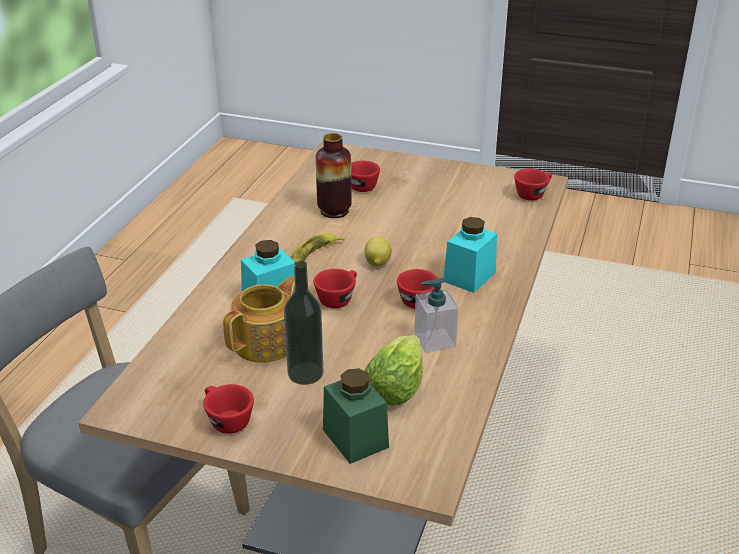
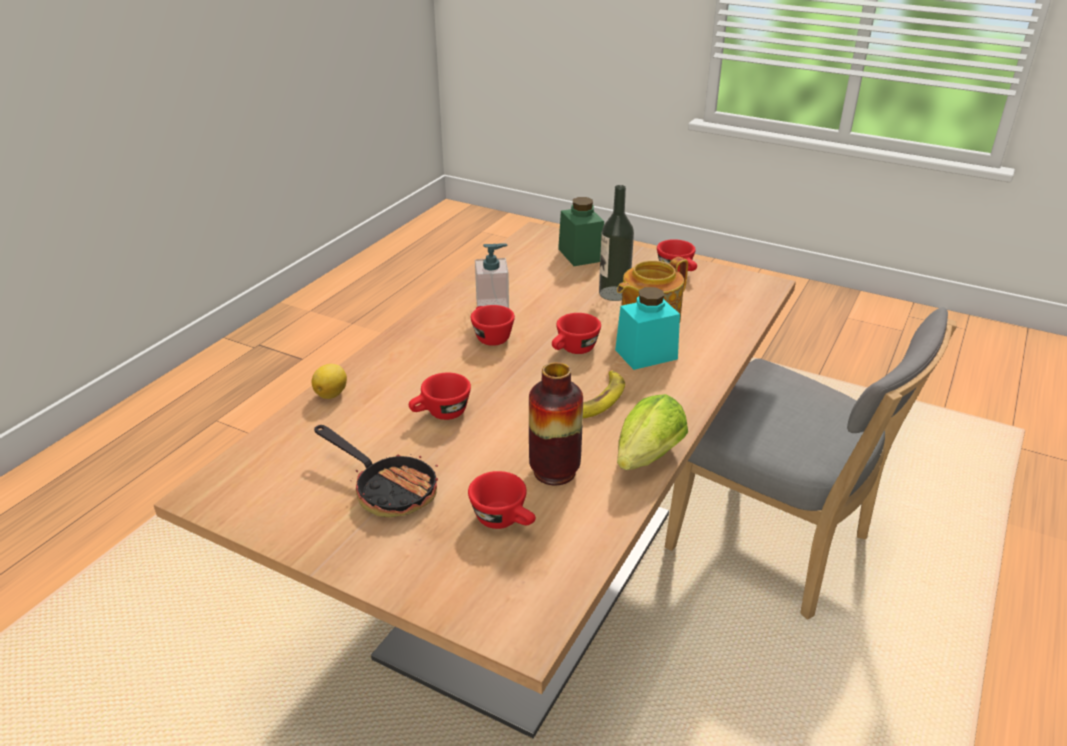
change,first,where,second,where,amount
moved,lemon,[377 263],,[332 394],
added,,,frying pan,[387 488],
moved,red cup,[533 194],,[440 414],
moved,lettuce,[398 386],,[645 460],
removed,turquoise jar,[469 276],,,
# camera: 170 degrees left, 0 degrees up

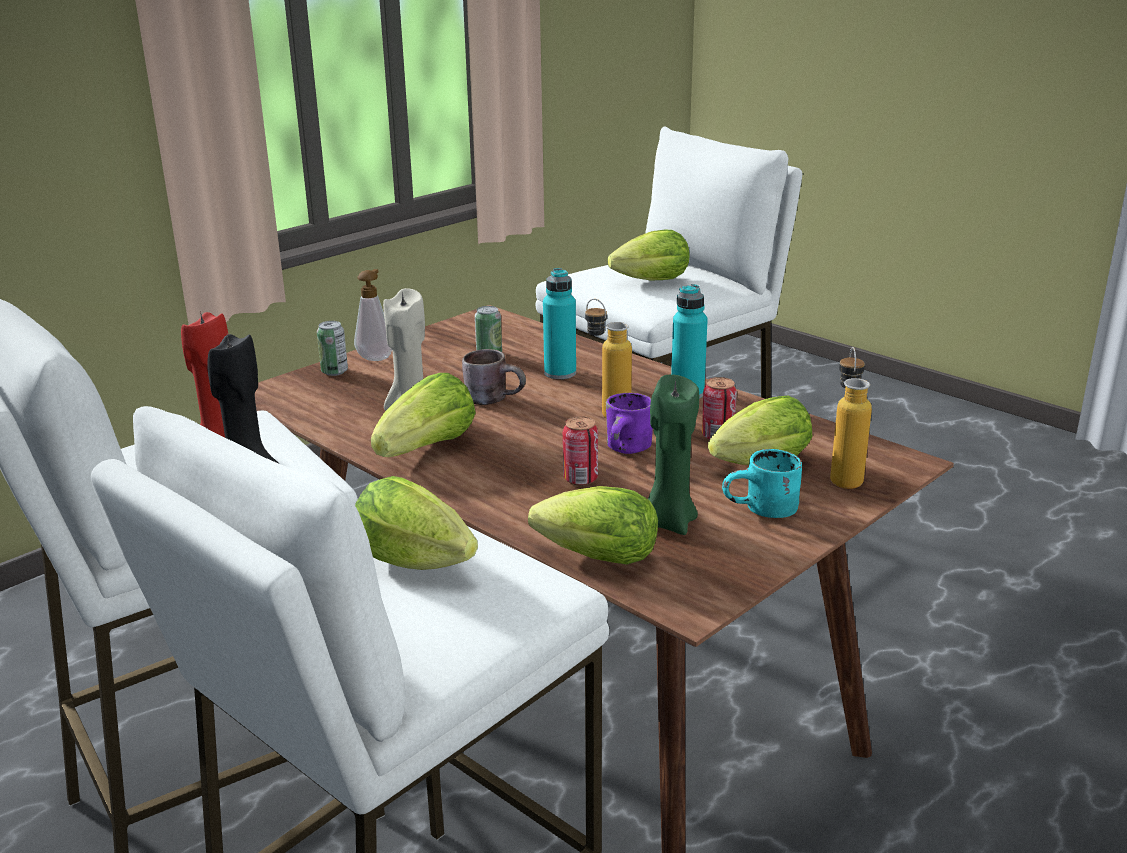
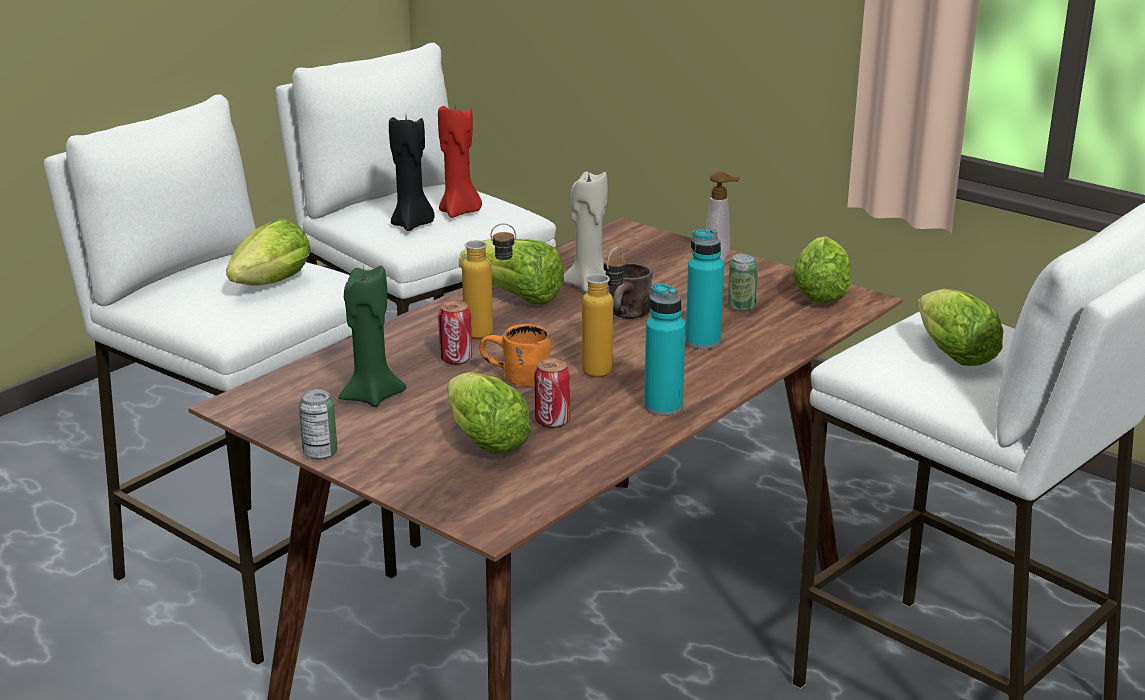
change,first,where,second,where,amount
moved,can,[334 371],,[320 453],
moved,bottle,[844 475],,[491 333],
recoloured,purple mug,[630 450],orange mug,[516 379],
moved,lettuce,[591 557],,[820 293],
removed,turquoise mug,[763 512],,,
# camera: 85 degrees right, 0 degrees up

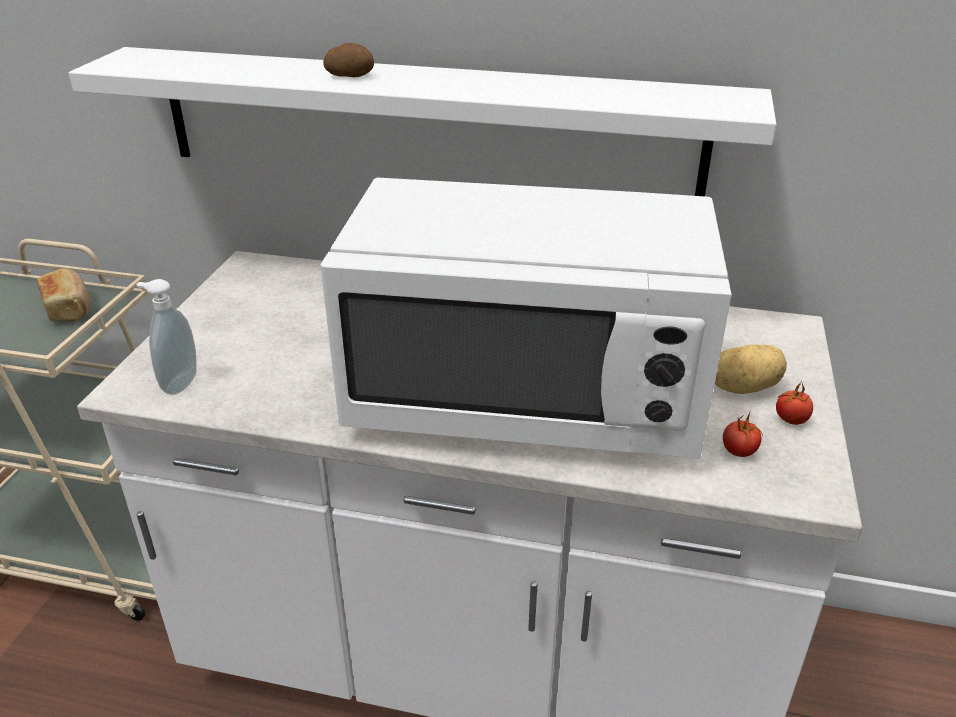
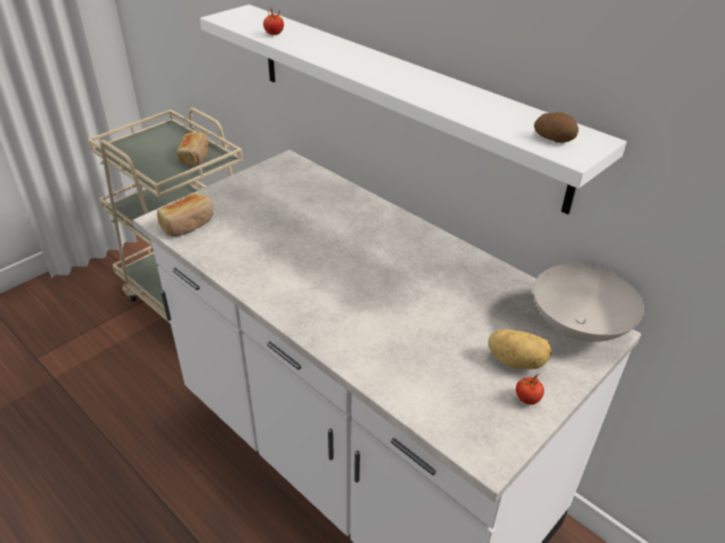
change,first,where,second,where,amount
replaced,soap dispenser,[178 383],bread,[188 224],
moved,tomato,[739 452],,[274 34],
added,,,white bowl,[578 325],
moved,potato,[350 76],,[554 138],
removed,white microwave,[526 398],,,
# camera: 30 degrees right, 5 degrees up

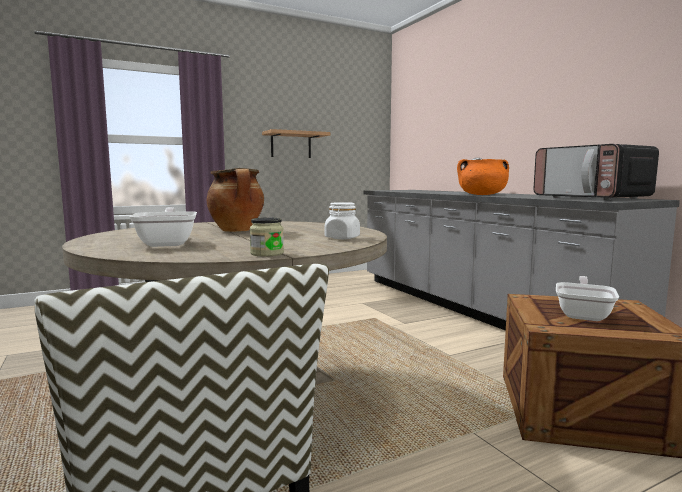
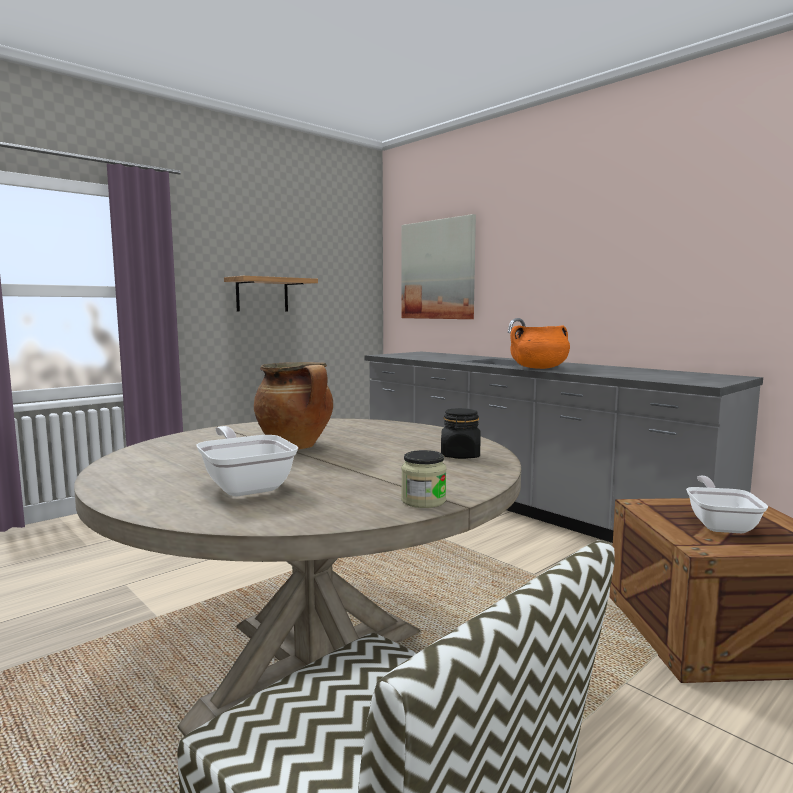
change,first,where,second,where,amount
added,,,picture,[438 270],
recoloured,white jar,[342 238],black jar,[460 455],
removed,microwave,[591 198],,,
# camera: 15 degrees left, 0 degrees up

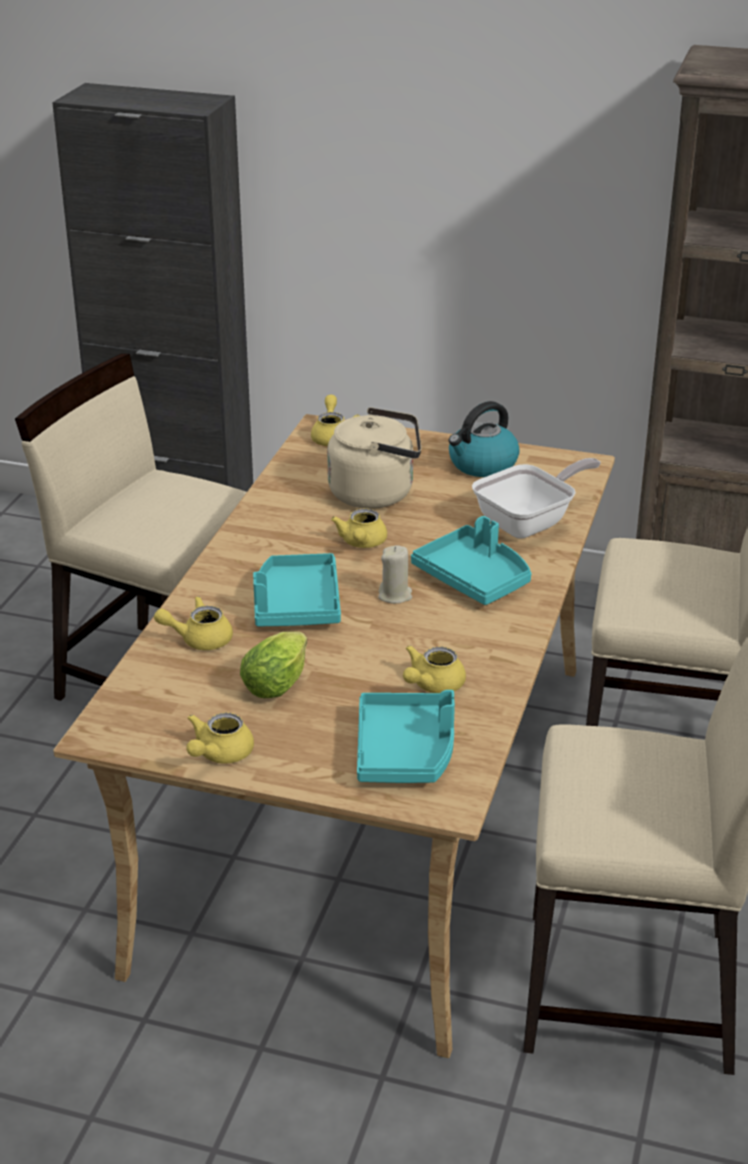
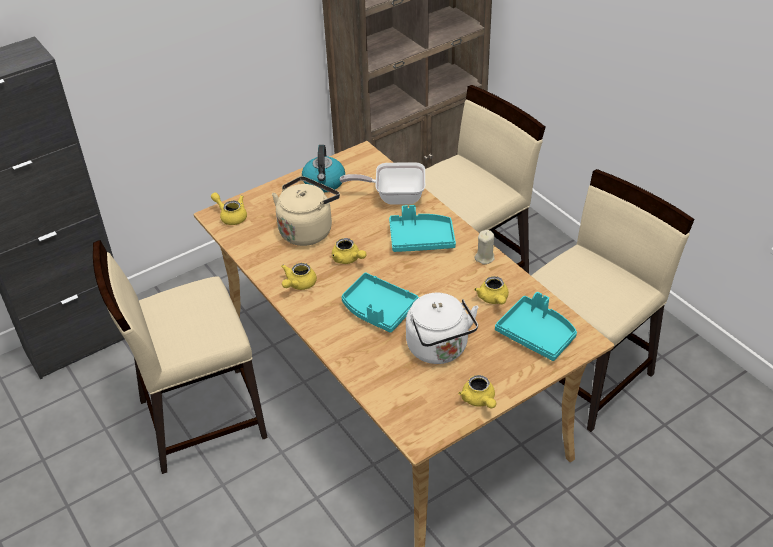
change,first,where,second,where,amount
moved,yellow teapot,[199 639],,[298 284],
turned,frying pan,[530 522],,[394 196],90 degrees counterclockwise
replaced,lettuce,[279 682],white kettle,[439 349],
moved,beige candle,[395 595],,[484 257],
# camera: 50 degrees left, 10 degrees up

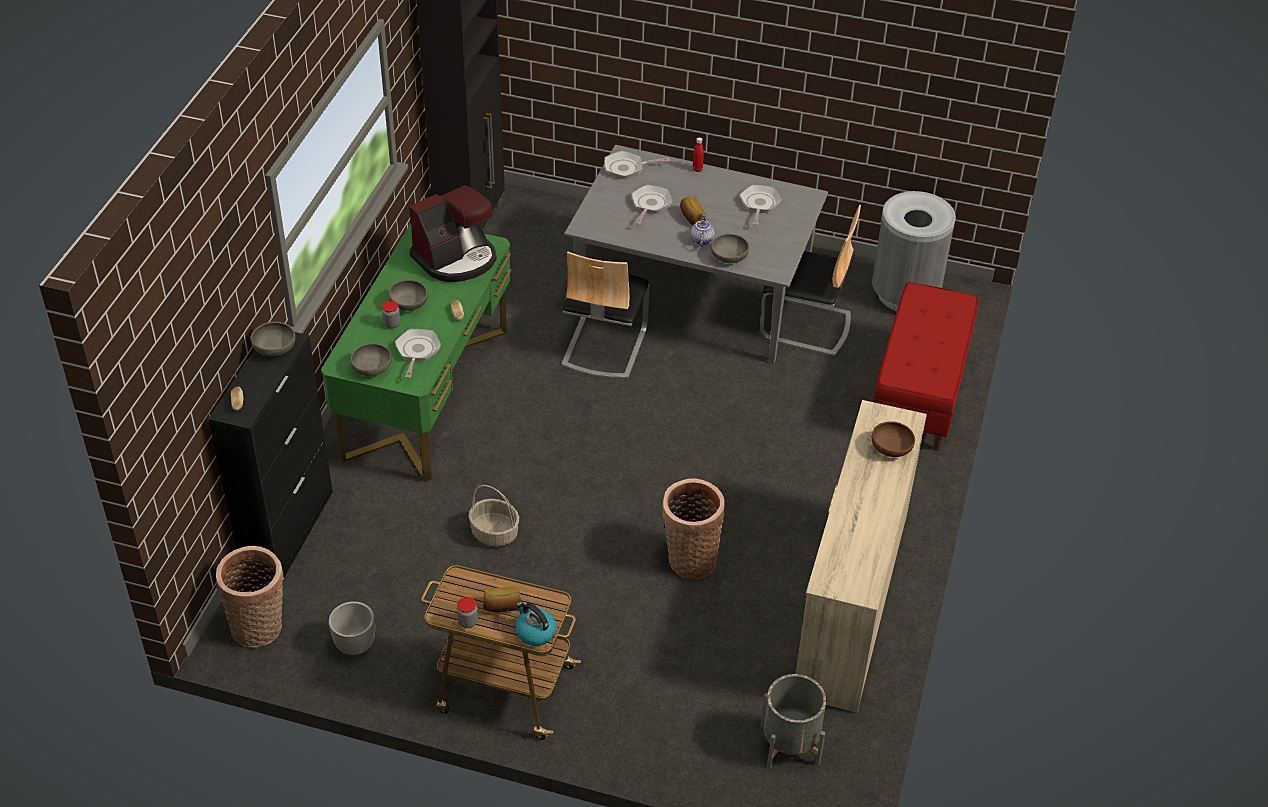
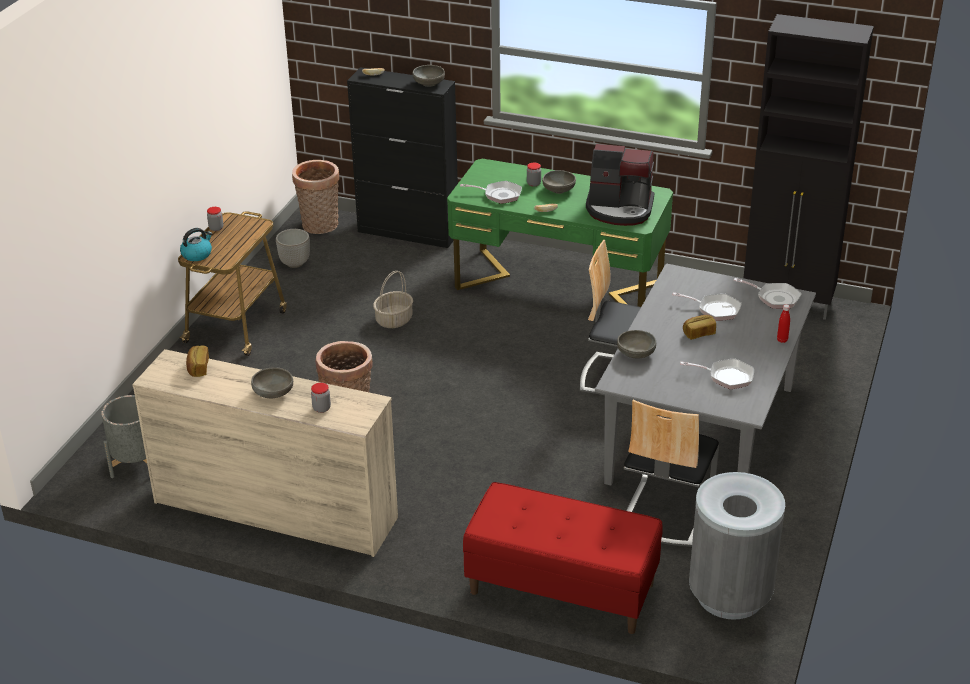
change,first,where,second,where,amount
moved,bread,[502 606],,[198 368],
moved,grey bowl,[372 368],,[273 393],
replaced,brown bowl,[891 448],jar,[321 408],
turned,coffee machine,[456 258],,[620 209],45 degrees counterclockwise
turned,frying pan,[627 168],,[775 298],120 degrees clockwise
removed,teapot,[701 240],,,
# camera: 95 degrees right, 10 degrees down

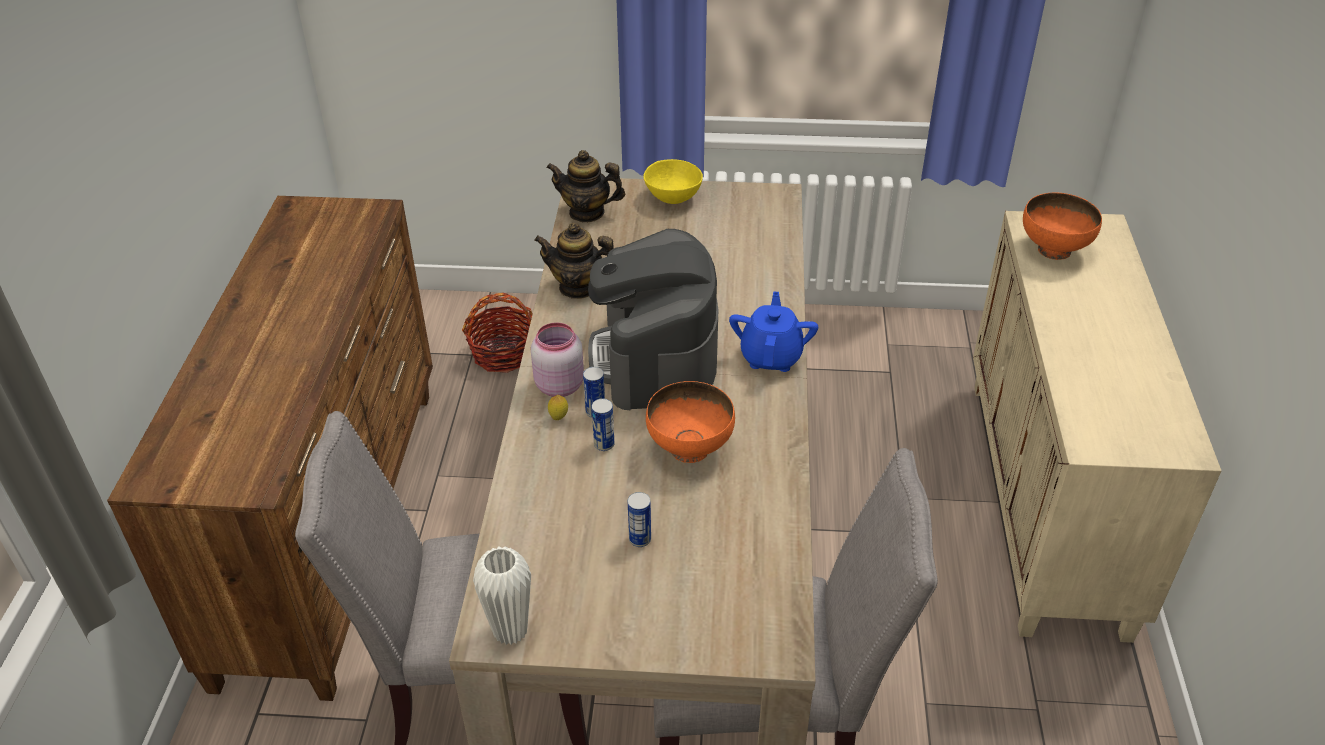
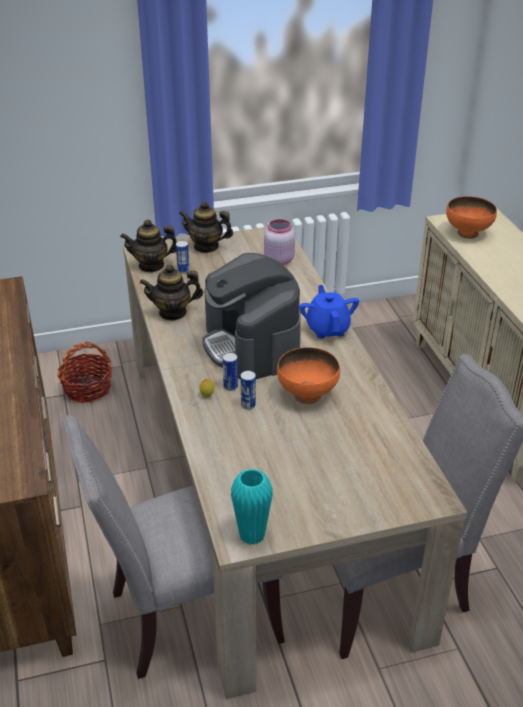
change,first,where,second,where,amount
moved,can,[640 539],,[183 271],
replaced,yellow bowl,[673 198],teapot,[206 246],
recoloured,white vase,[510 631],turquoise vase,[252 535],
moved,pink jar,[558 385],,[278 260],
# camera: 20 degrees left, 5 degrees down

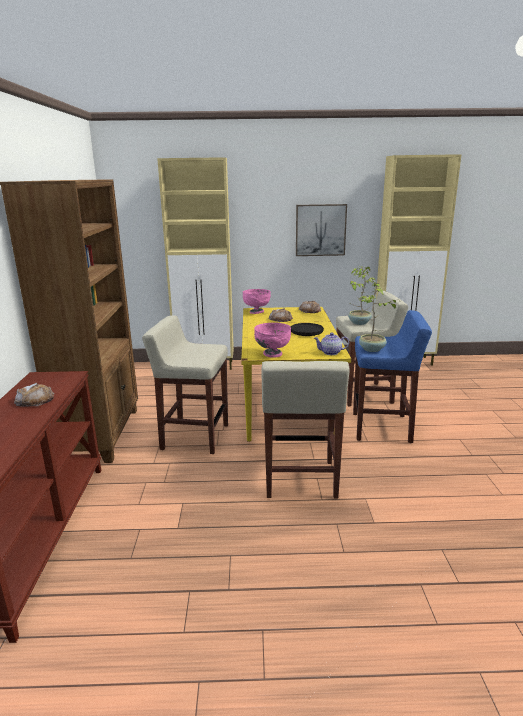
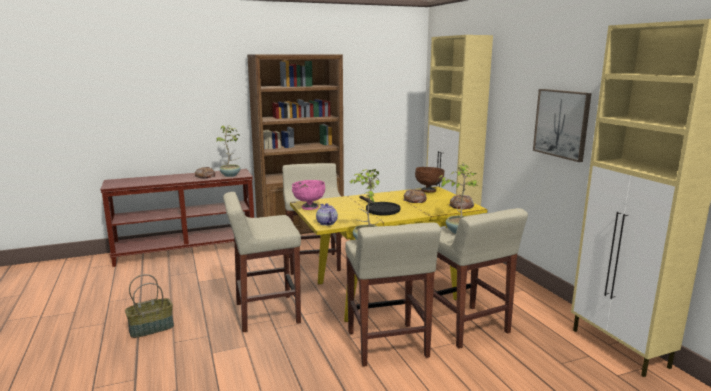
change,first,where,second,where,amount
added,,,basket,[152 328],
added,,,potted plant,[231 175],
recoloured,blue stool,[382 428],beige stool,[387 345],
recoloured,pink bowl,[256 312],brown bowl,[428 191],
# camera: 70 degrees right, 5 degrees down

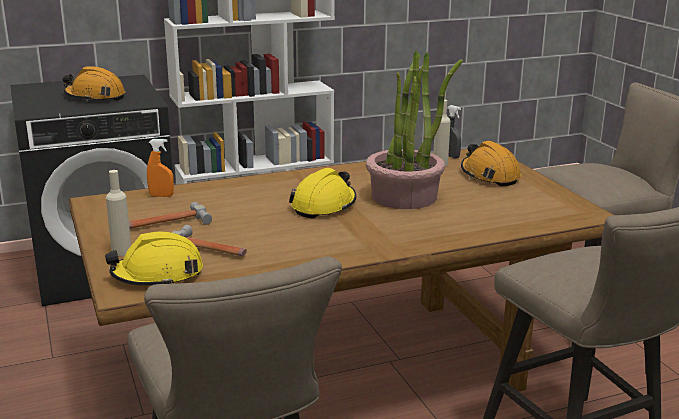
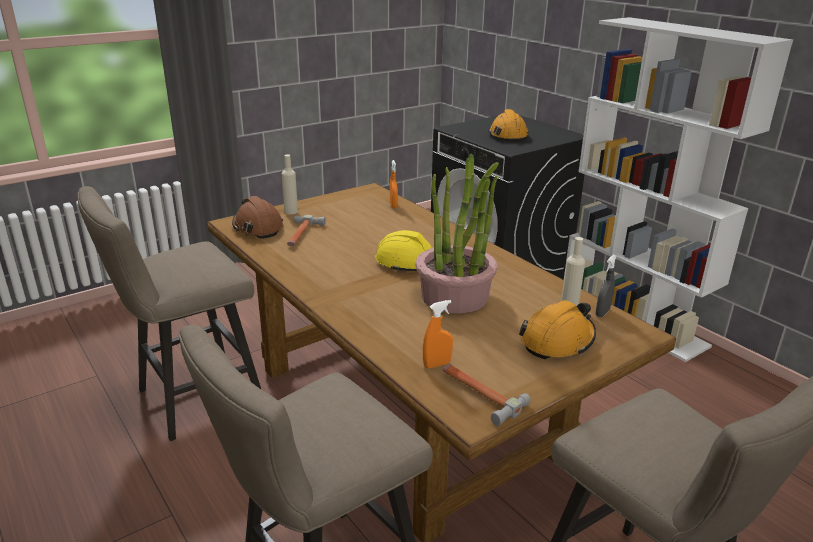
change,first,where,second,where,amount
recoloured,yellow hard hat,[158 275],brown hard hat,[257 227],
added,,,orange spray bottle,[437 364],
moved,hammer,[167 223],,[479 394],
# camera: 75 degrees right, 5 degrees up

